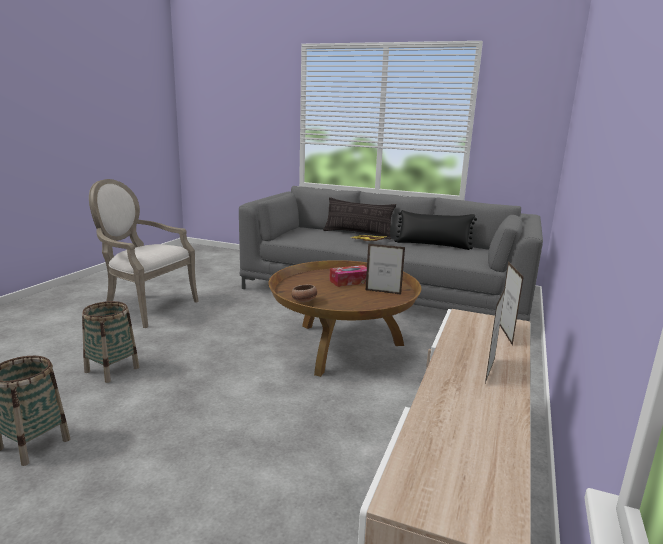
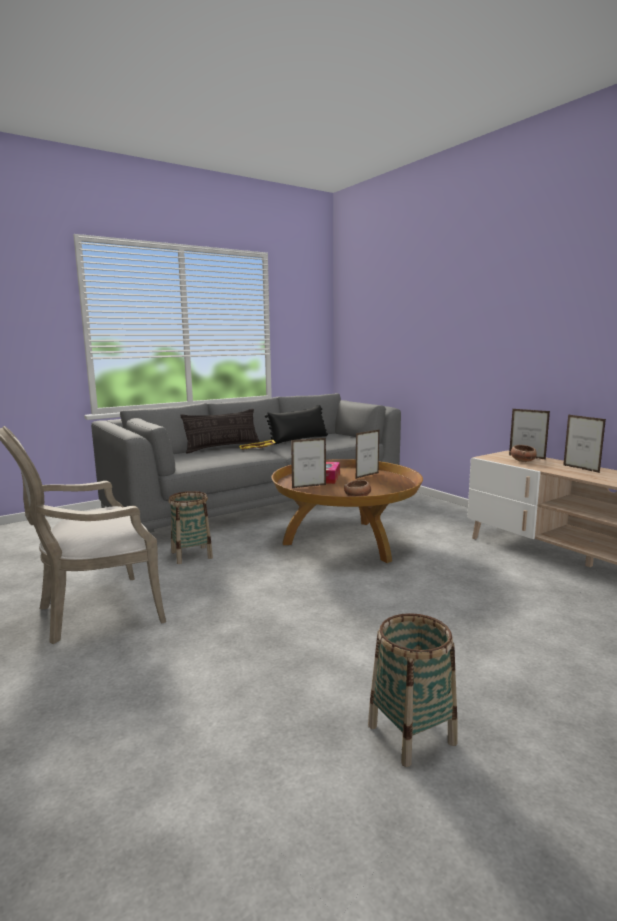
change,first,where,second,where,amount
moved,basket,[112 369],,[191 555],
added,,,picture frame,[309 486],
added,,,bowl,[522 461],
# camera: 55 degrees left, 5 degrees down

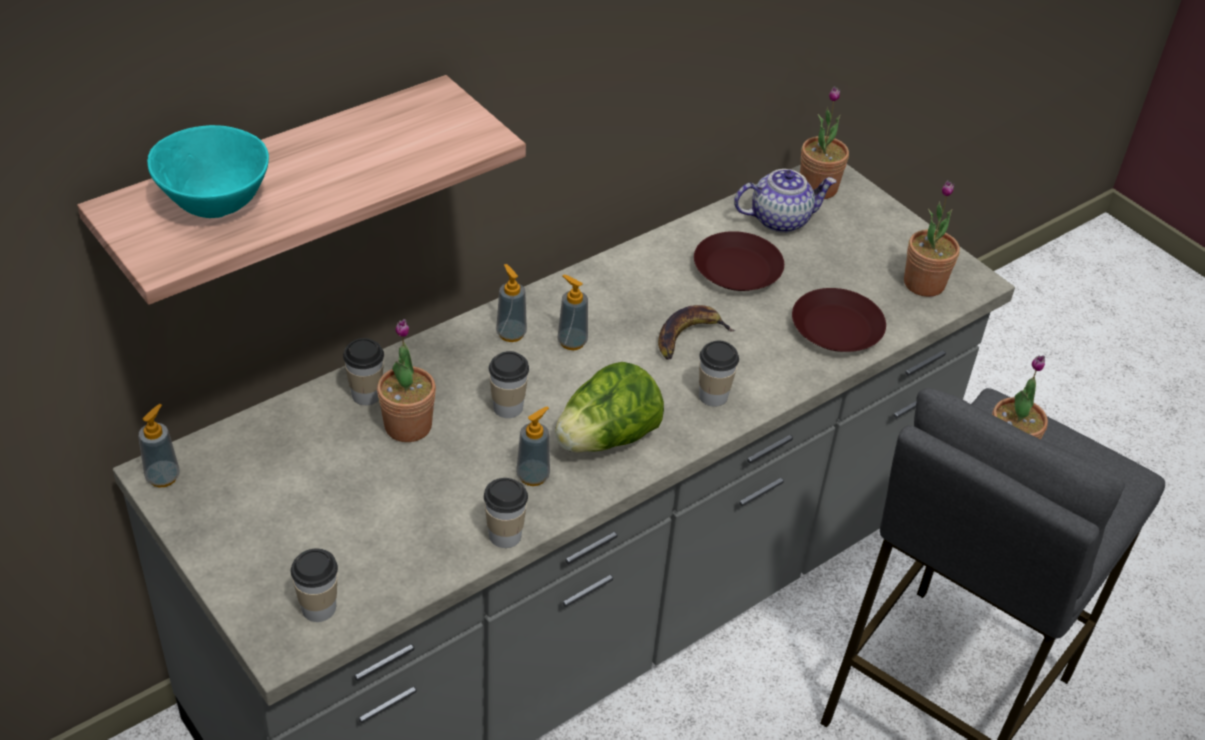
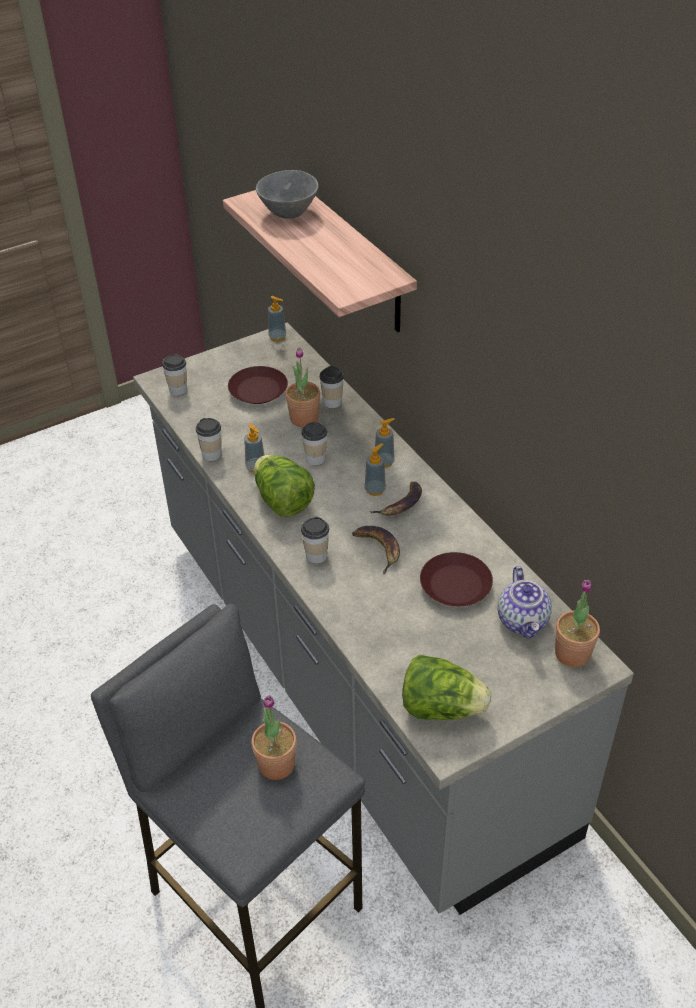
change,first,where,second,where,amount
moved,brown plate,[835 328],,[258 390],
recoloured,turquoise bowl,[214 205],grey bowl,[287 212],
added,,,banana,[401 504],
replaced,potted plant,[924 283],lettuce,[441 707],
# camera: 100 degrees right, 0 degrees up

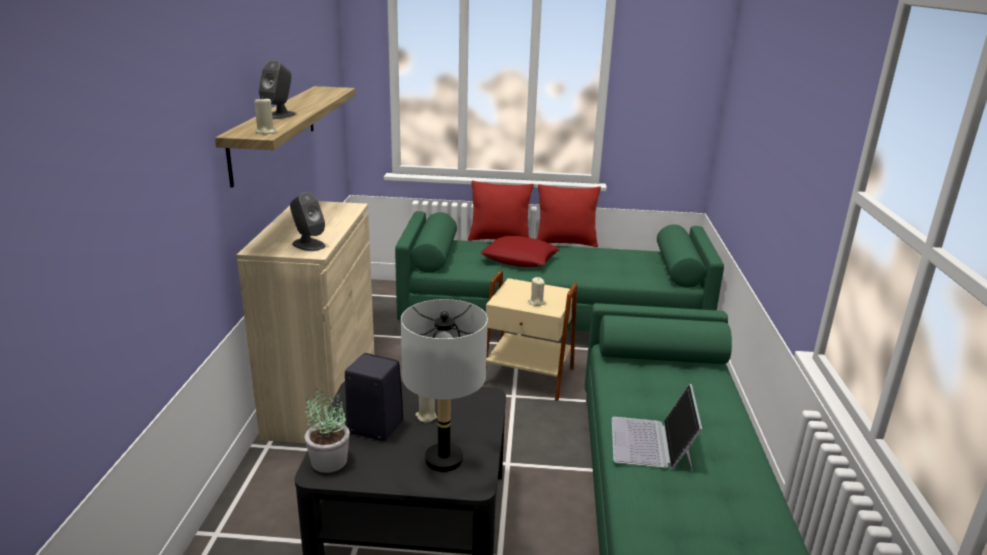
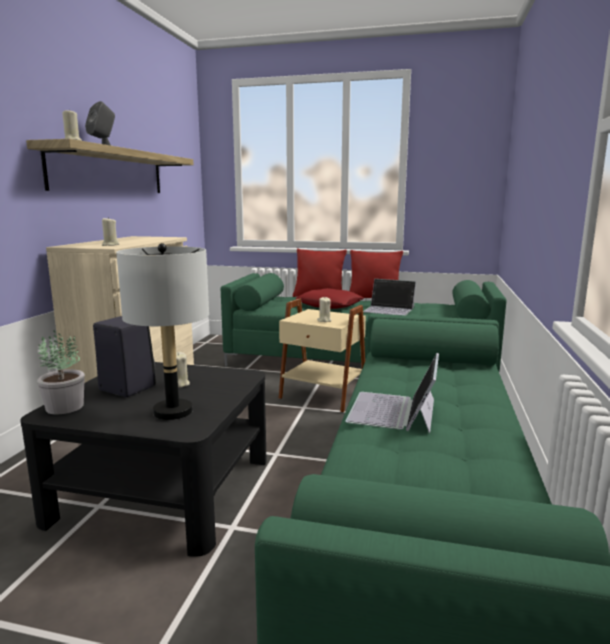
change,first,where,second,where,amount
replaced,grey speaker,[308 245],beige candle,[110 245],
added,,,laptop,[389 309],
# camera: 10 degrees right, 10 degrees down

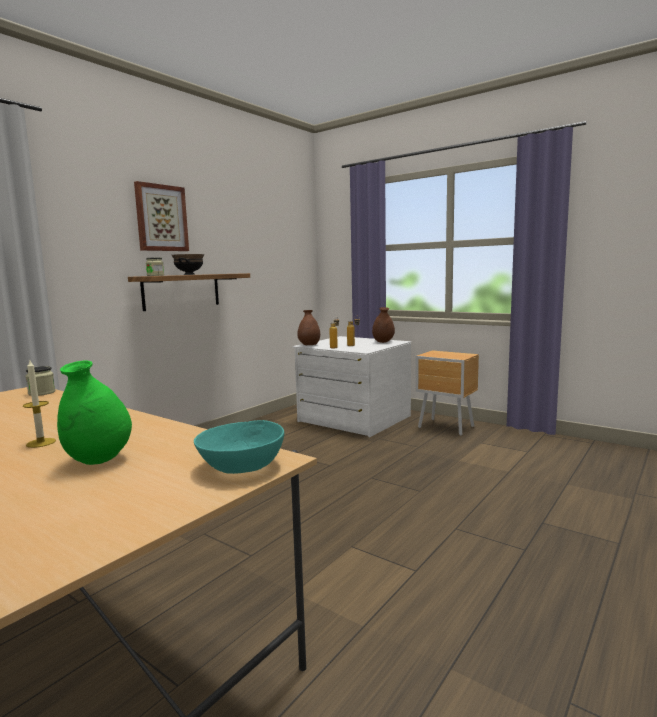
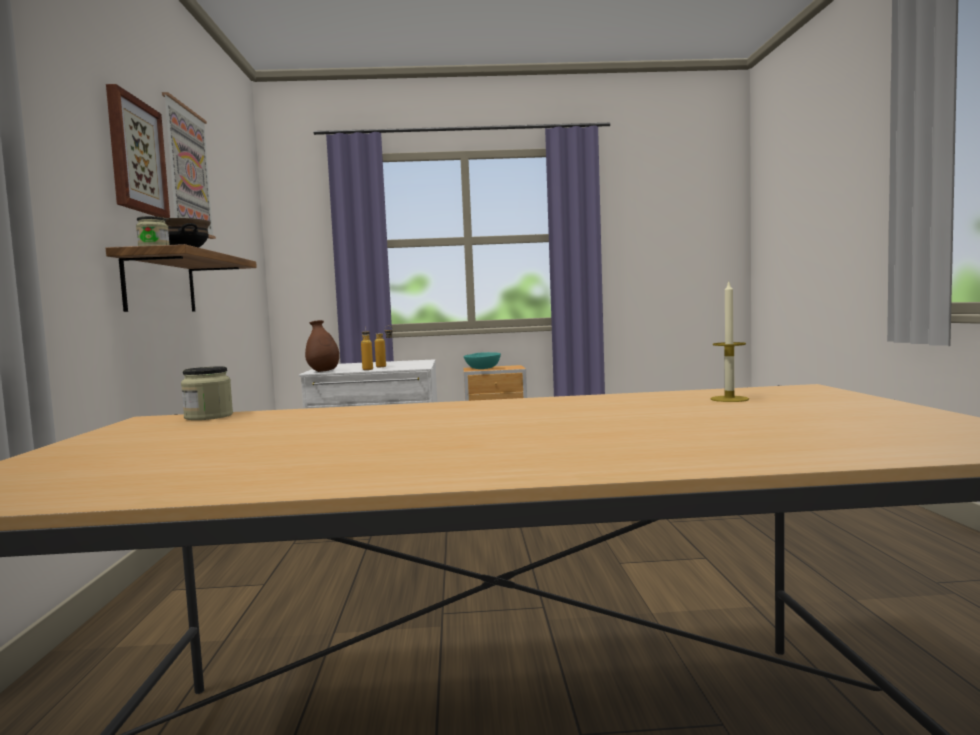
change,first,where,second,where,amount
added,,,picture,[188 171],
moved,turquoise bowl,[241 467],,[482 368],
moved,candle,[41 443],,[729 399],
removed,green vase,[98 460],,,
removed,brown vase,[383 342],,,
# camera: 40 degrees left, 5 degrees down

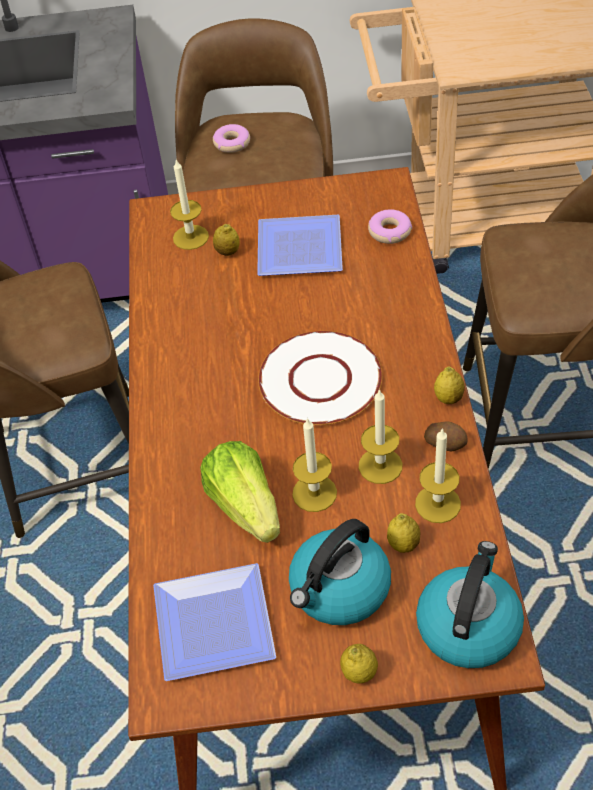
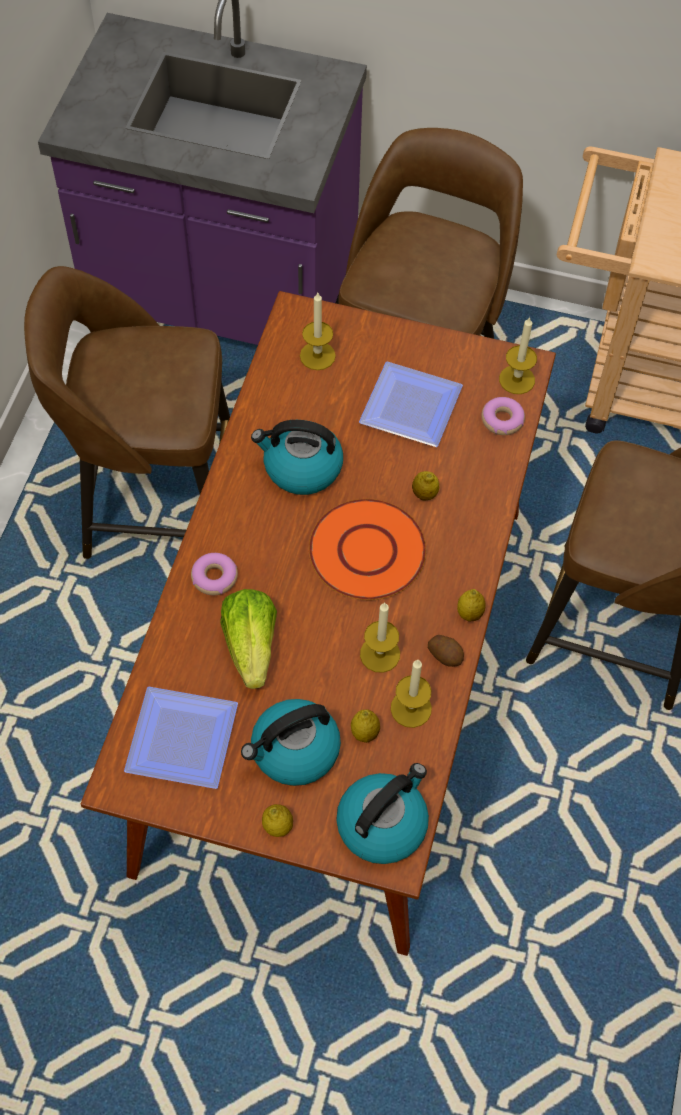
change,first,where,second,where,amount
moved,donut,[232 143],,[214 577],
added,,,kettle,[301 468],
recoloured,white plate,[319 379],orange plate,[367 550],
moved,lemon,[227 252],,[424 494],
moved,candle,[314 493],,[517 379],
# camera: 15 degrees right, 10 degrees up

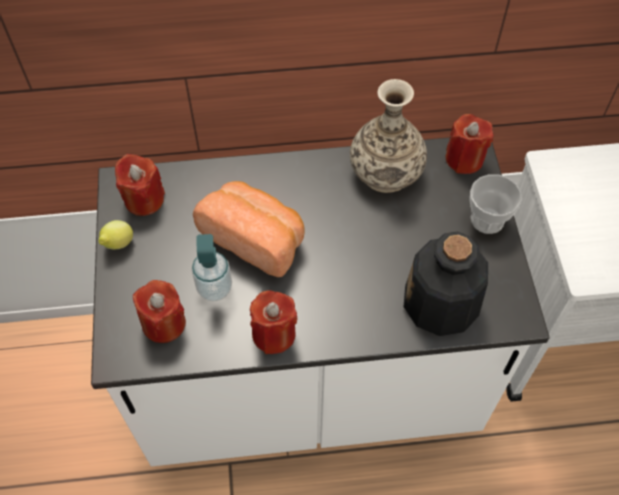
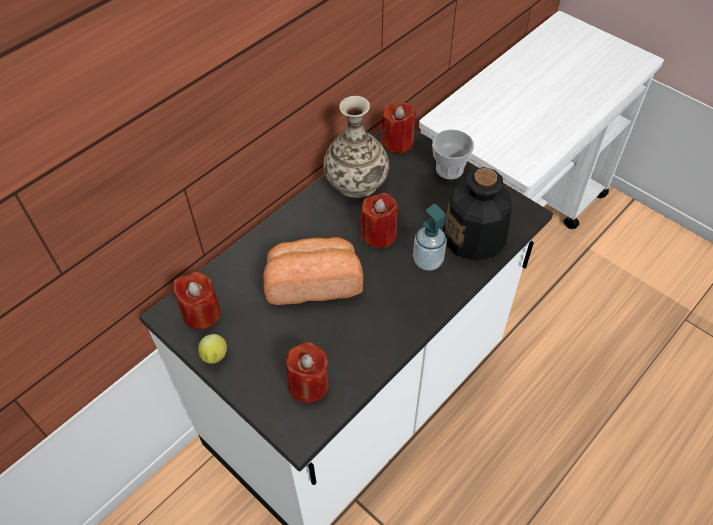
change,first,where,second,where,amount
moved,red candle,[274 334],,[379 234],
moved,soap dispenser,[214 288],,[428 261],
# camera: 40 degrees left, 5 degrees down

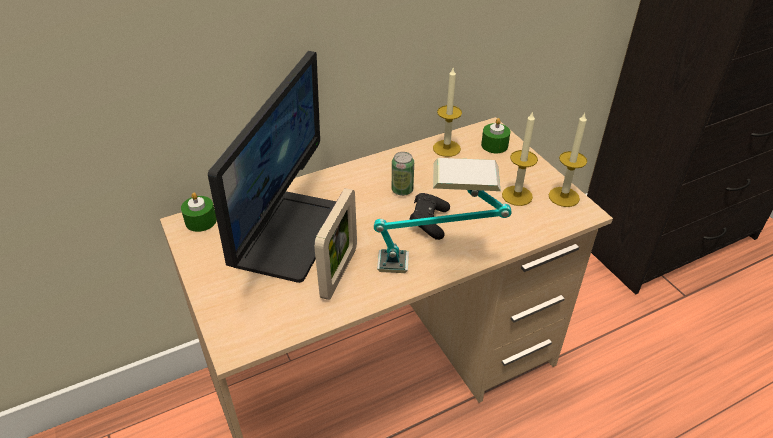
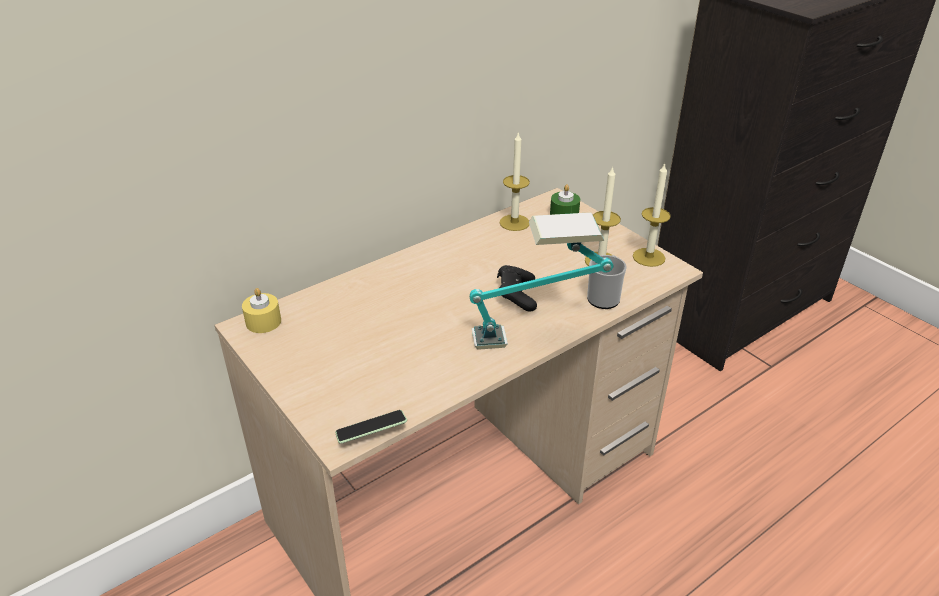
change,first,where,second,where,amount
recoloured,green candle,[201 221],yellow candle,[263 322],
added,,,phone,[371 433],
added,,,mug,[604 297],
removed,monitor,[287 233],,,
removed,picture frame,[339 272],,,
removed,can,[402 190],,,
# camera: 10 degrees left, 5 degrees down

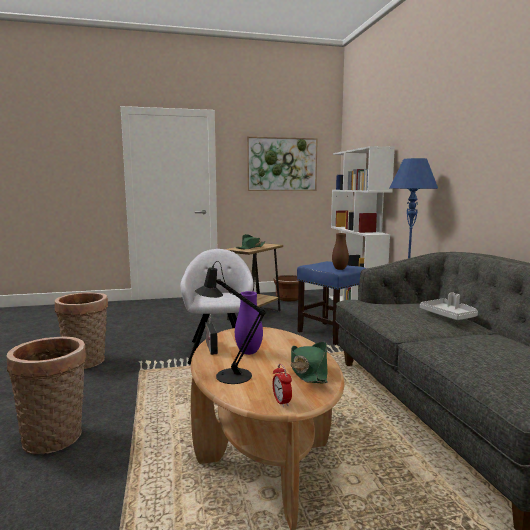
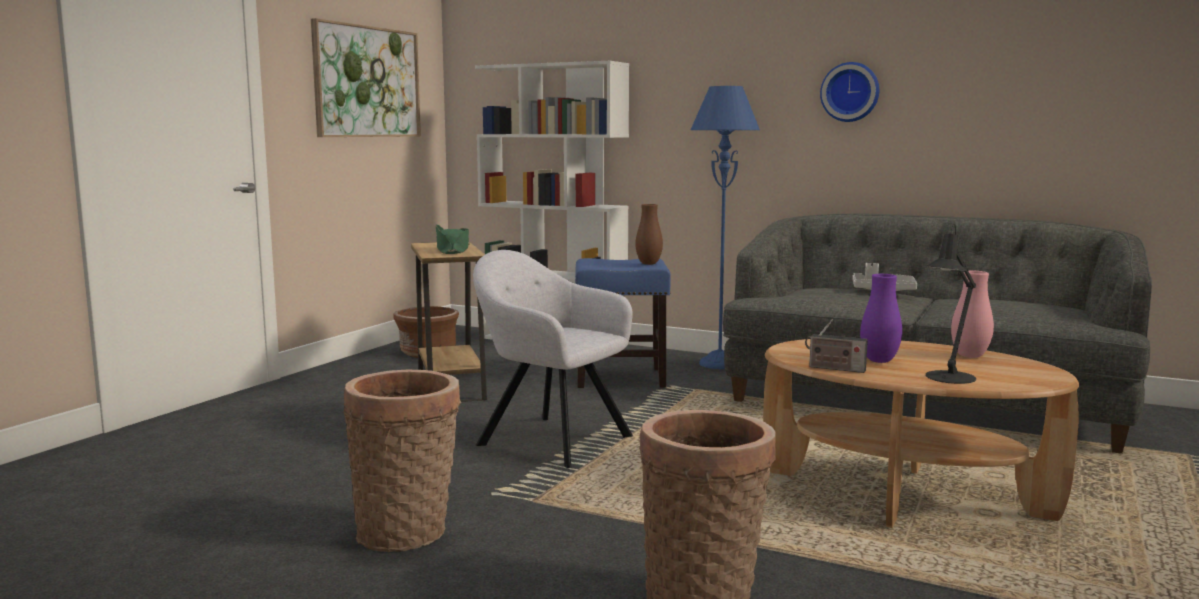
change,first,where,second,where,amount
added,,,wall clock,[850 92],
replaced,green hat,[308 371],pink vase,[970 356],
removed,alarm clock,[281 402],,,
# camera: 50 degrees left, 0 degrees up

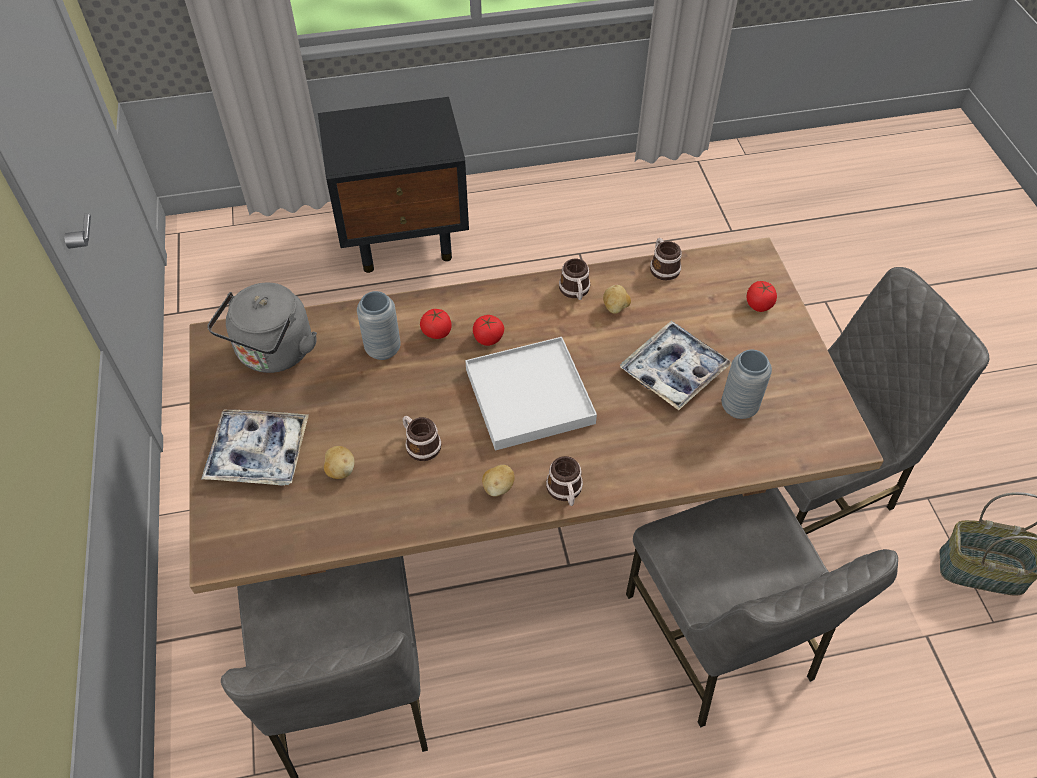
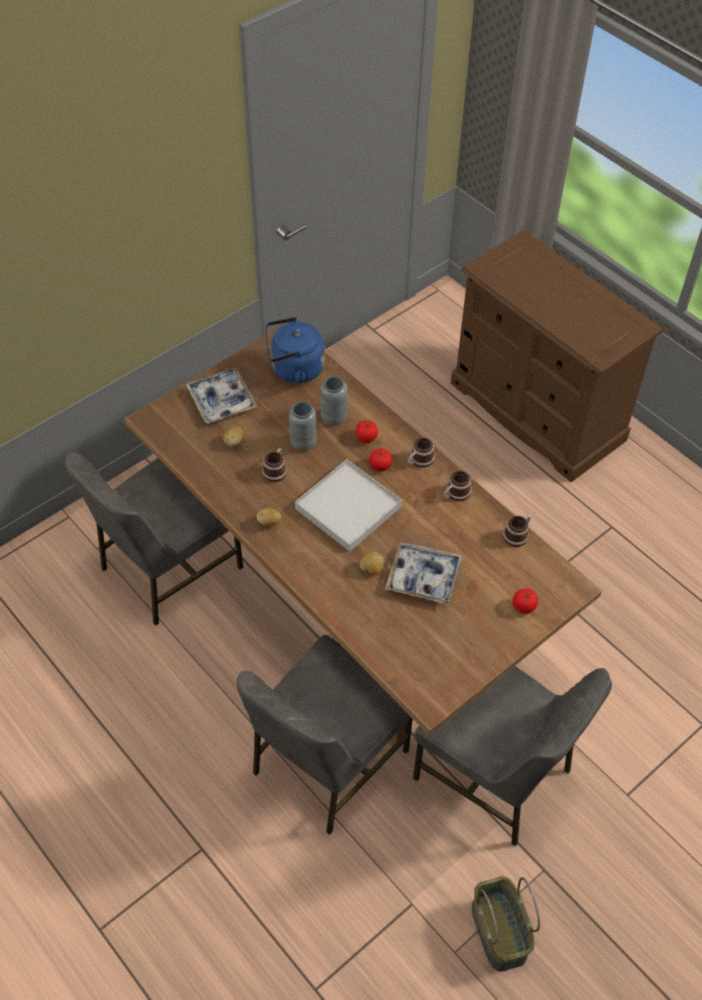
change,first,where,second,where,amount
recoloured,grey kettle,[273 354],blue kettle,[294 369],
moved,grey vase,[739 407],,[303 443],
moved,potato,[615 308],,[371 569],
moved,mug,[565 491],,[419 461],
replaced,black nightstand,[405 237],brown dresser,[537 412],
# camera: 60 degrees right, 0 degrees up

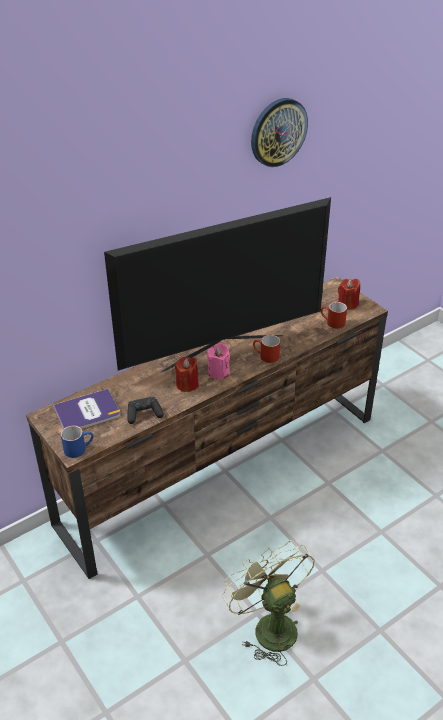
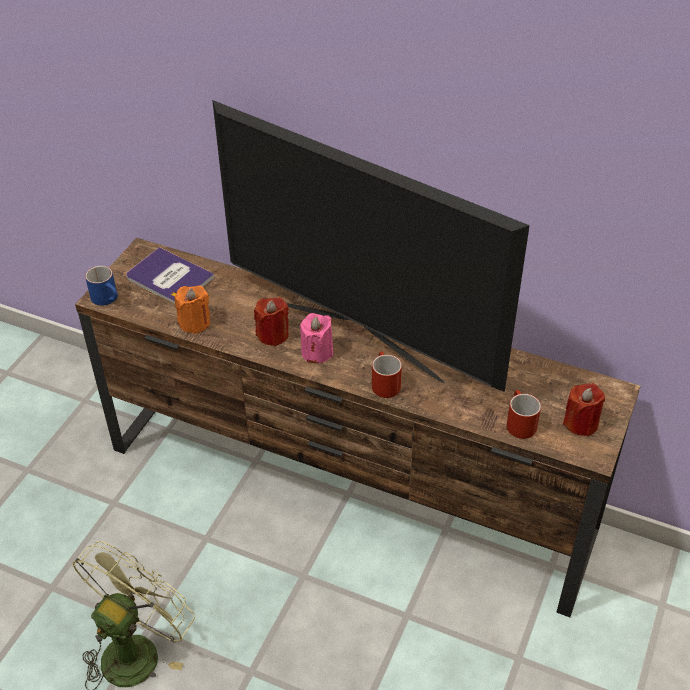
change,first,where,second,where,amount
replaced,black game controller,[144 414],orange candle,[194 323],
removed,wall clock,[278 132],,,
# camera: 60 degrees right, 5 degrees up

